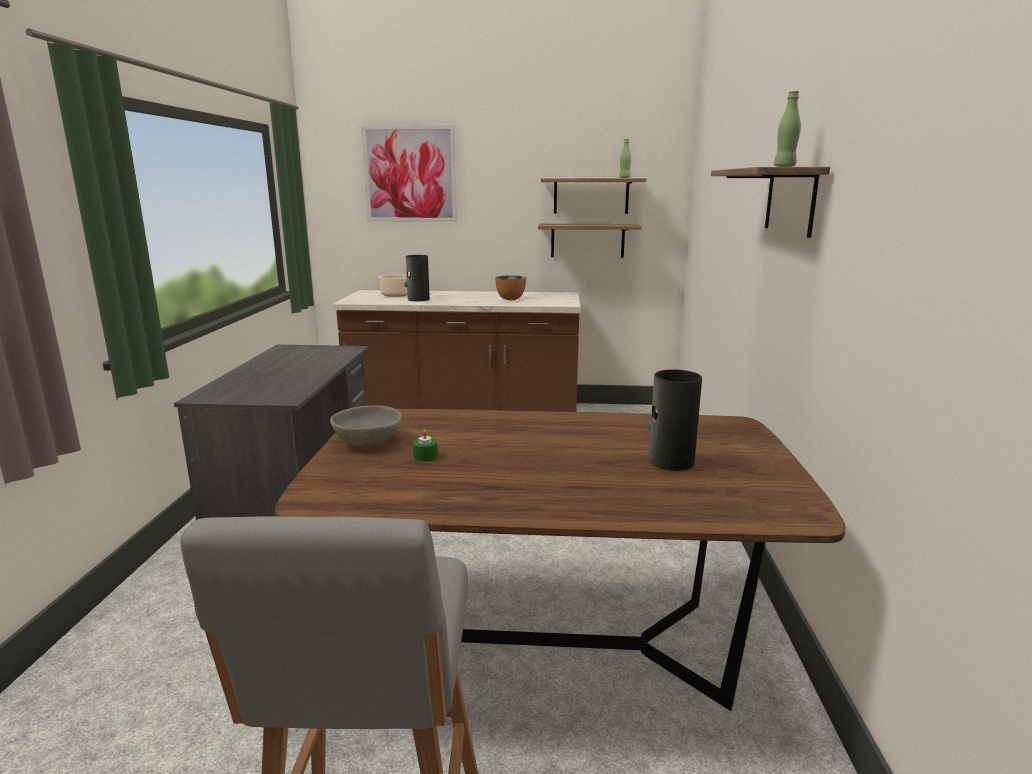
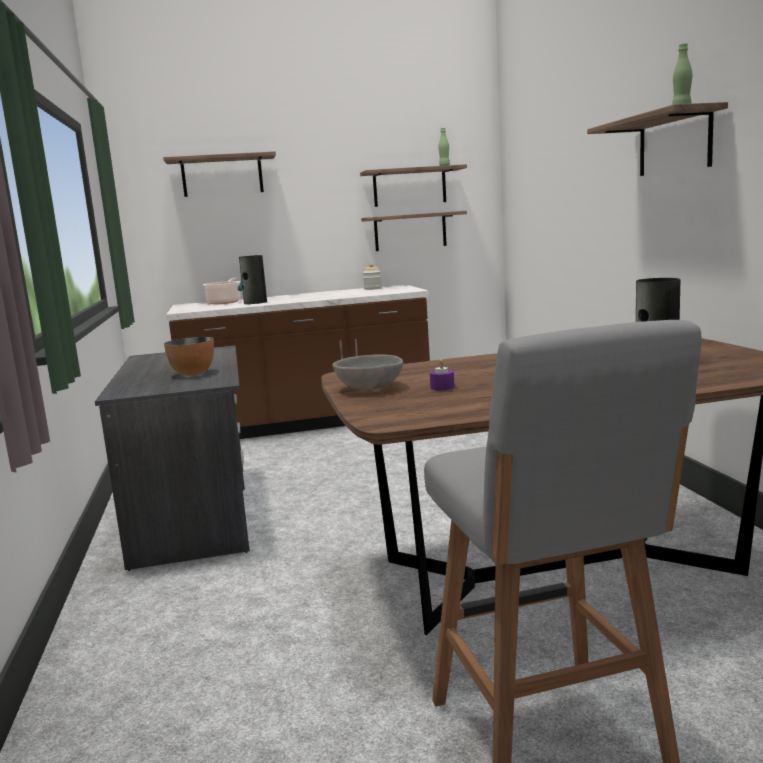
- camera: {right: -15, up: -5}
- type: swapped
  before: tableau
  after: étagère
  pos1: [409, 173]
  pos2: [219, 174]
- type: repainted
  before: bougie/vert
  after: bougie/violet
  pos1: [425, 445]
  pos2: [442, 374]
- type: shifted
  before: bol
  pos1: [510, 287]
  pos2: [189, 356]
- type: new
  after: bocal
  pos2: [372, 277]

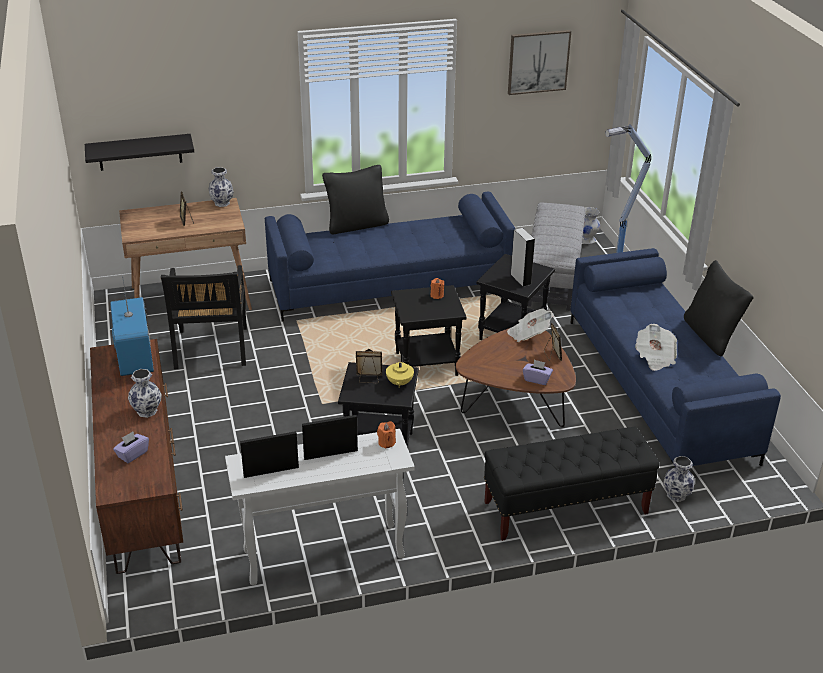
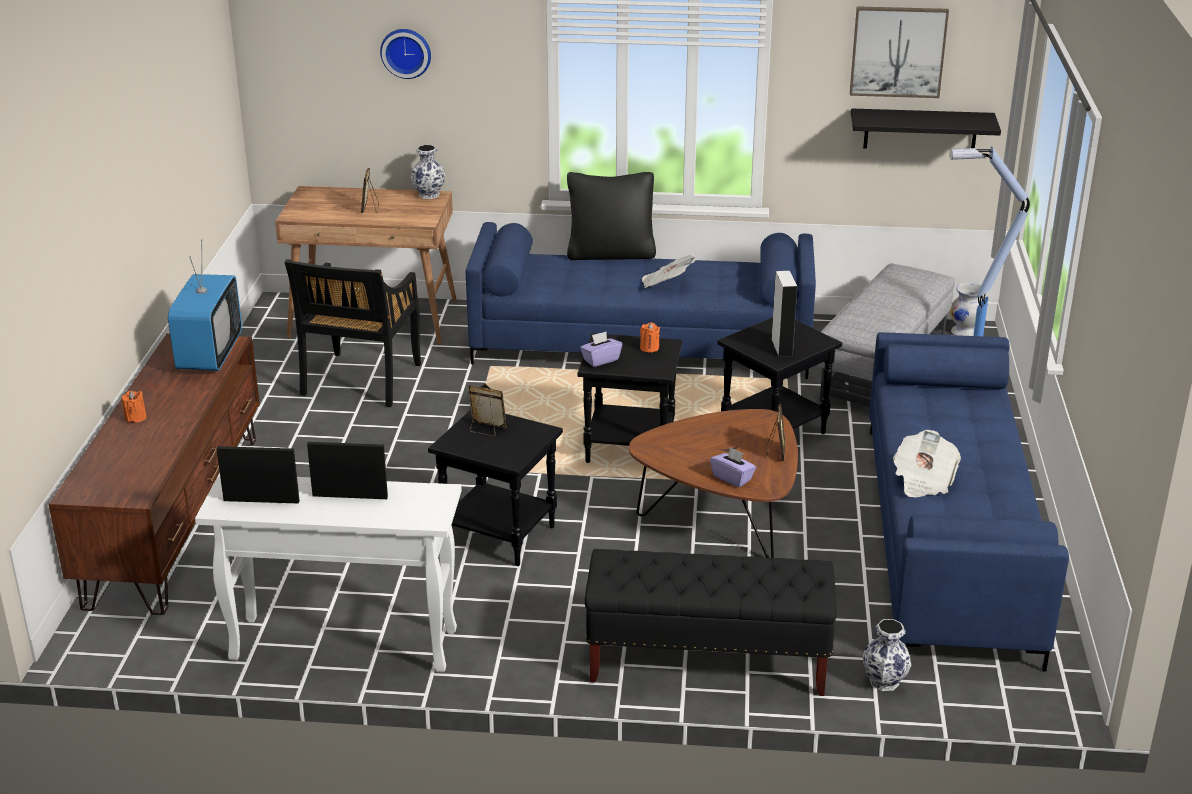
- camera: {right: 20, up: -5}
- type: shifted
  before: étagère/noir
  pos1: [139, 152]
  pos2: [926, 129]
- type: shifted
  before: boîte à mouchoirs/violet
  pos1: [131, 447]
  pos2: [601, 349]
- type: gone
  before: vase
  pos1: [145, 393]
- type: shifted
  before: bougie/orange
  pos1: [386, 435]
  pos2: [134, 406]
- type: gone
  before: théière/jaune
  pos1: [400, 370]
- type: shifted
  before: journal
  pos1: [530, 325]
  pos2: [669, 271]
- type: gone
  before: coussin/noir
  pos1: [719, 308]
- type: new
  after: horloge murale
  pos2: [405, 54]

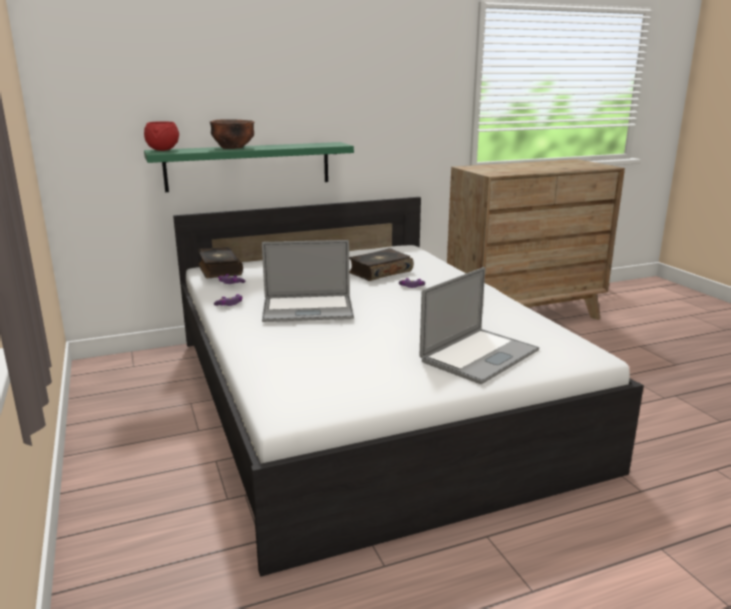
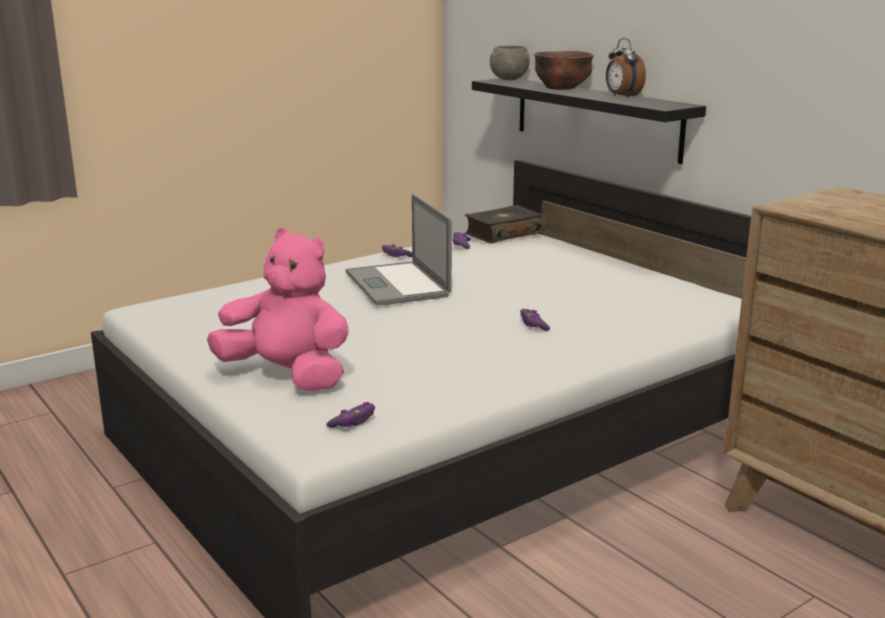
- camera: {right: 75, up: 0}
- type: repainted
  before: bol/rouge
  after: bol/gris
  pos1: [161, 136]
  pos2: [510, 63]
- type: repainted
  before: étagère/vert
  after: étagère/noir
  pos1: [249, 167]
  pos2: [589, 121]
- type: gone
  before: livre
  pos1: [381, 264]
- type: swapped
  before: ordinateur portable
  after: peluche/rose
  pos1: [479, 325]
  pos2: [277, 309]
- type: new
  after: manette/violet
  pos2: [350, 415]
- type: new
  after: réveil
  pos2: [626, 68]

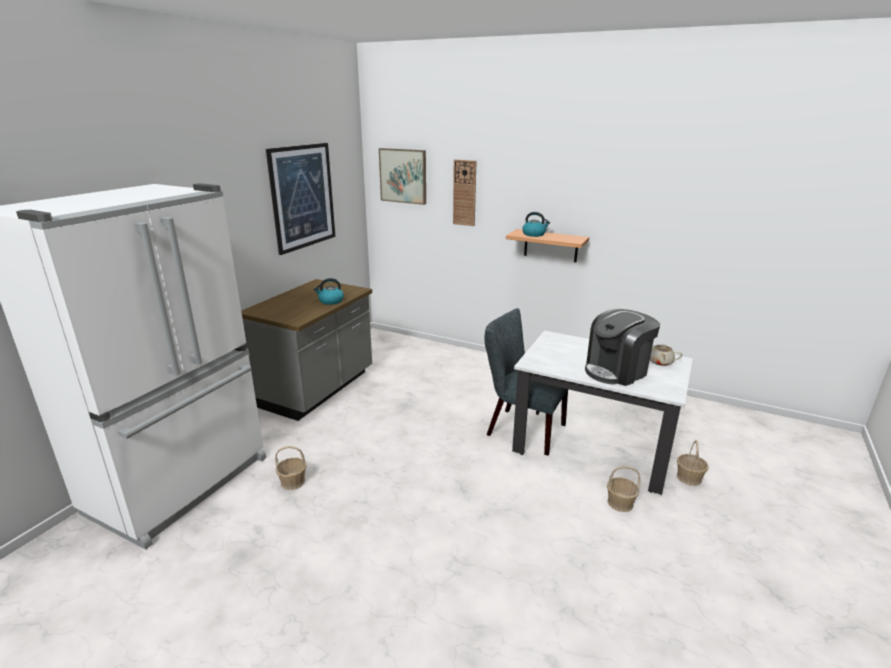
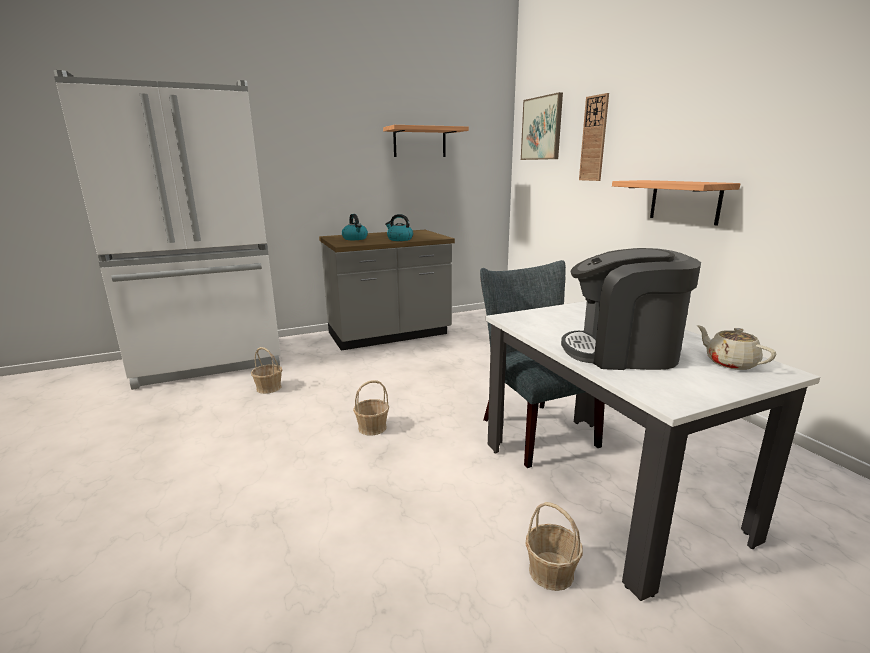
- camera: {right: 40, up: -5}
- type: swapped
  before: tableau
  after: étagère
  pos1: [300, 199]
  pos2: [426, 141]
- type: shifted
  before: bouilloire
  pos1: [536, 224]
  pos2: [355, 227]
- type: shifted
  before: panier
  pos1: [693, 463]
  pos2: [371, 408]

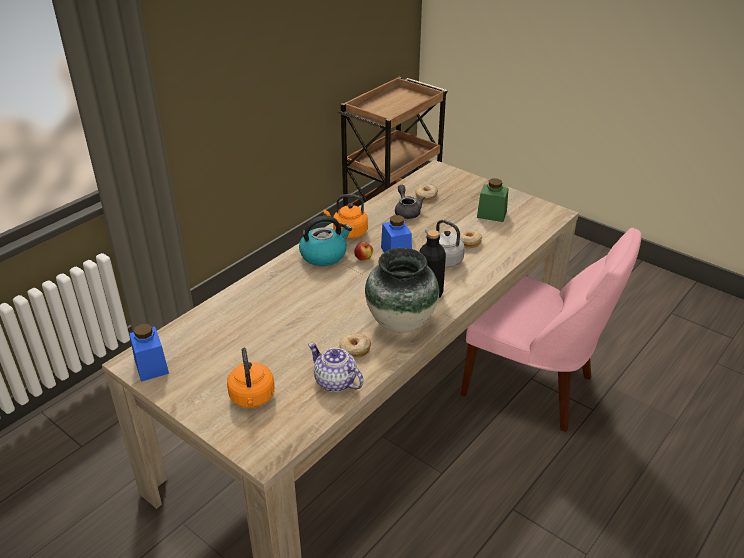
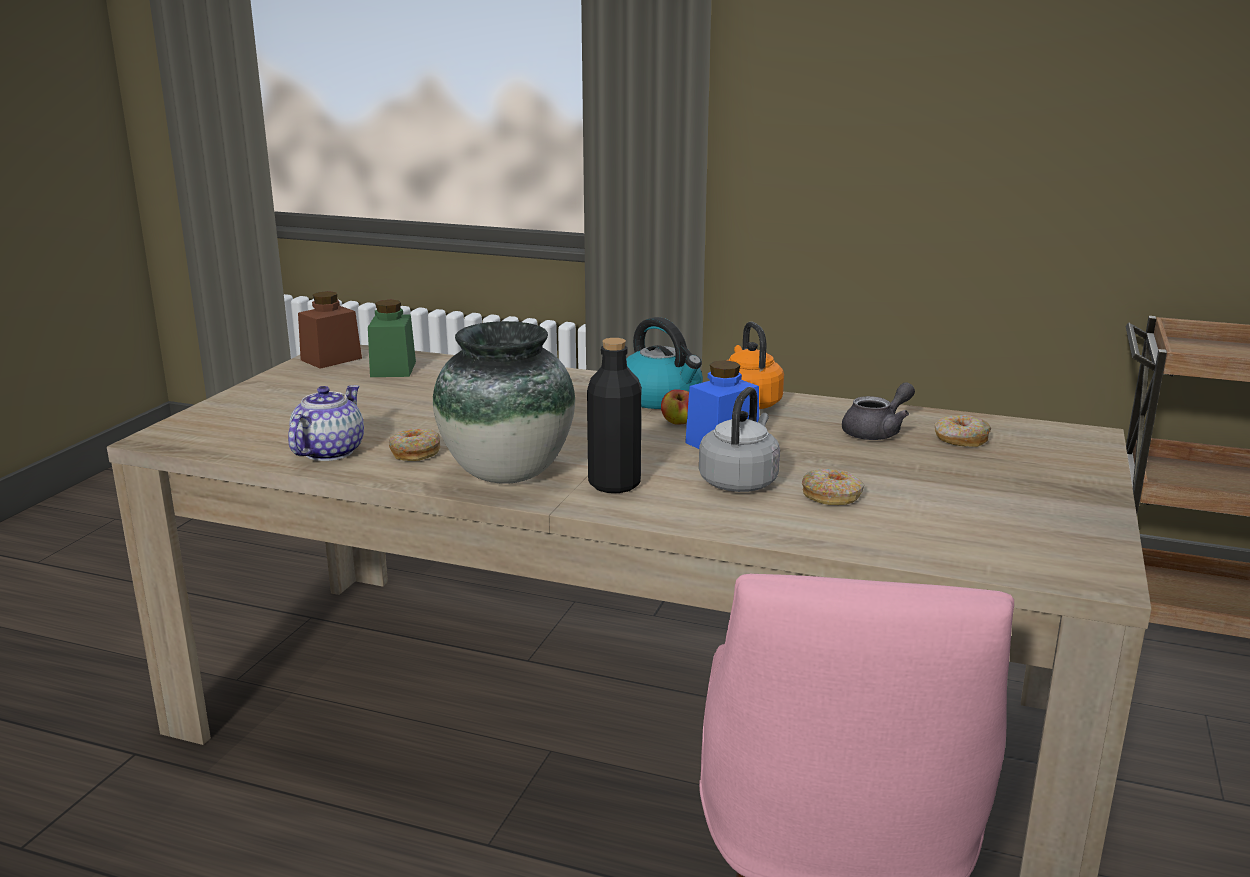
- camera: {right: 70, up: -15}
- type: repainted
  before: bocal/bleu
  after: bocal/marron
  pos1: [149, 353]
  pos2: [330, 330]
- type: gone
  before: bouilloire/orange
  pos1: [250, 378]
- type: shifted
  before: bocal/vert
  pos1: [493, 200]
  pos2: [392, 338]

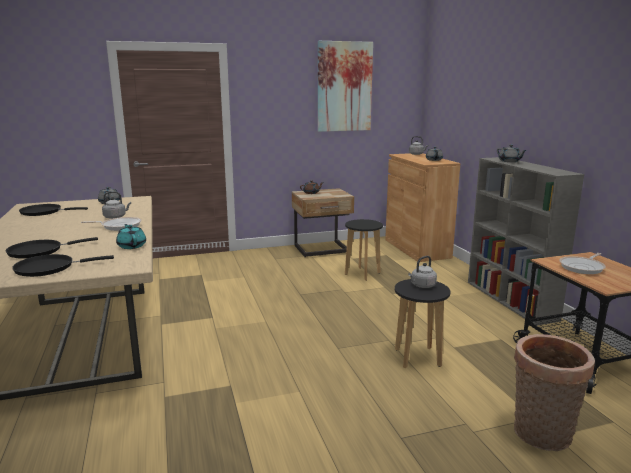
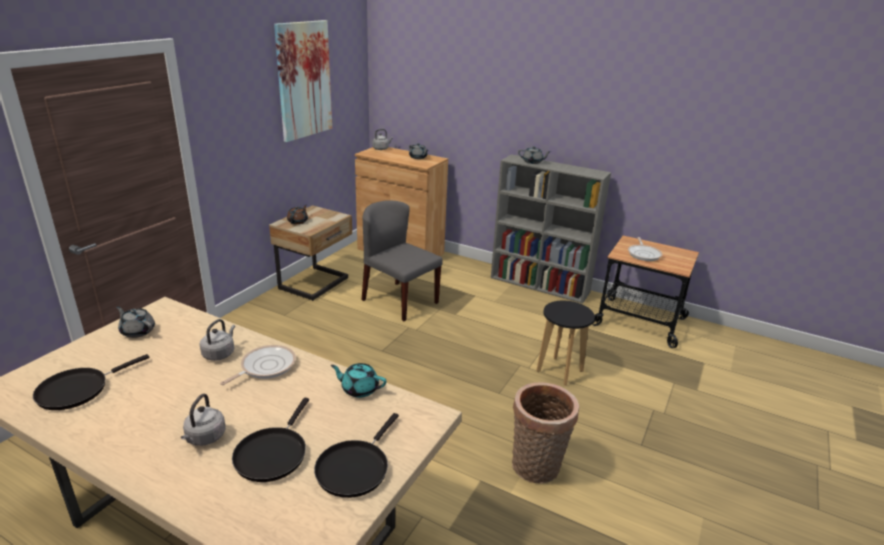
- camera: {right: -45, up: 10}
- type: swapped
  before: tabouret/noir
  after: chaise/gris
  pos1: [364, 250]
  pos2: [402, 261]
- type: shifted
  before: bouilloire/gris
  pos1: [422, 272]
  pos2: [203, 420]
- type: shifted
  before: panier
  pos1: [554, 392]
  pos2: [545, 433]

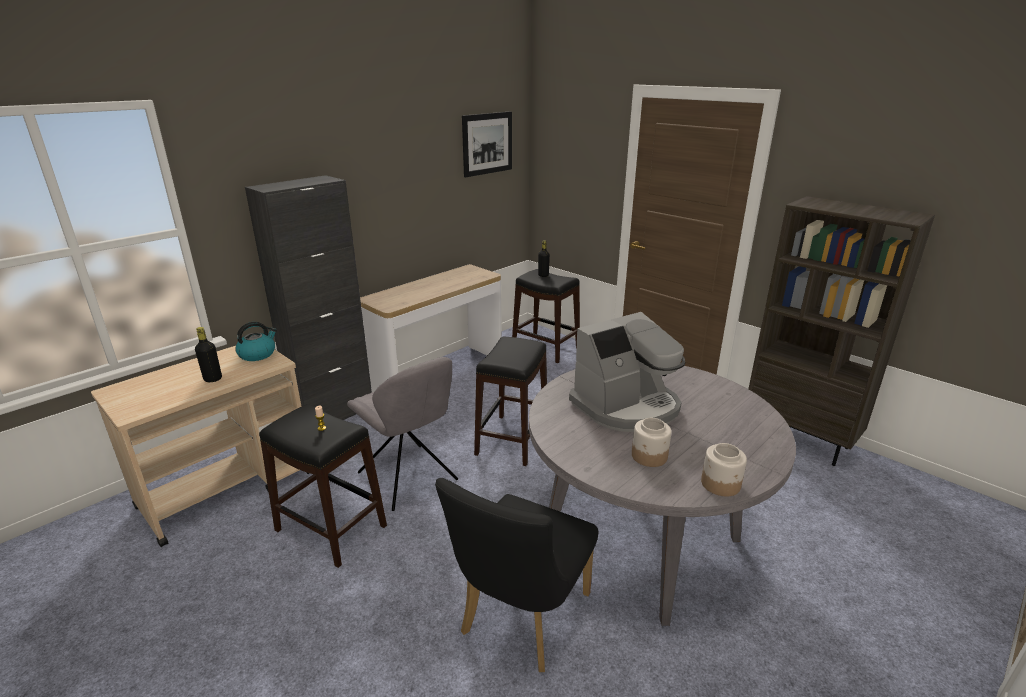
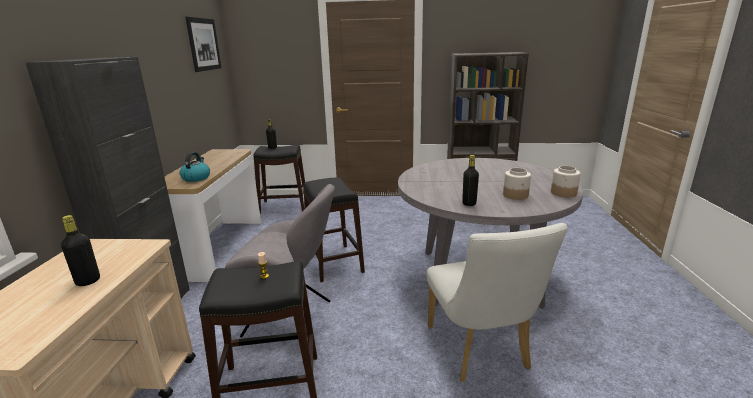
- camera: {right: -40, up: -5}
- type: shifted
  before: bouilloire
  pos1: [256, 341]
  pos2: [195, 167]
- type: repainted
  before: chaise/noir
  after: chaise/blanc
  pos1: [516, 575]
  pos2: [497, 302]
- type: gone
  before: machine à café
  pos1: [627, 372]
- type: new
  after: bouteille/noir
  pos2: [470, 180]

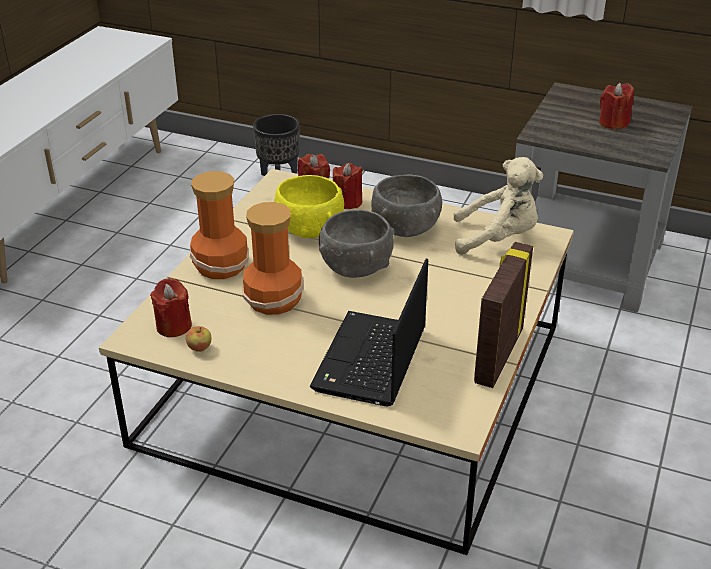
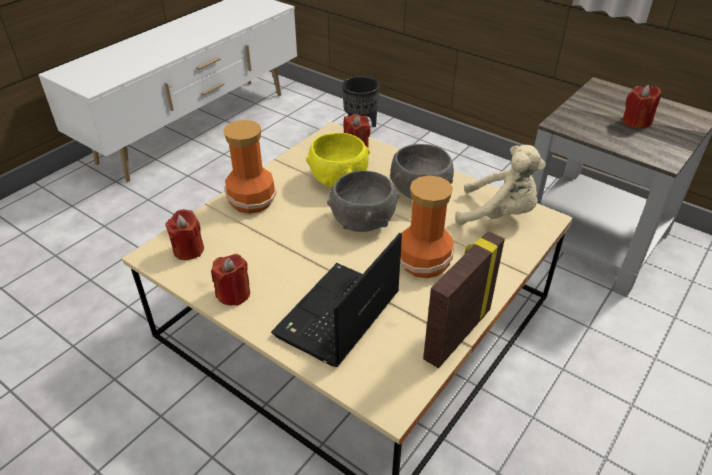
- camera: {right: 15, up: 5}
- type: gone
  before: pomme
  pos1: [198, 339]
- type: shifted
  before: vase
  pos1: [273, 258]
  pos2: [427, 226]
- type: shifted
  before: bougie/rouge
  pos1: [348, 186]
  pos2: [230, 280]

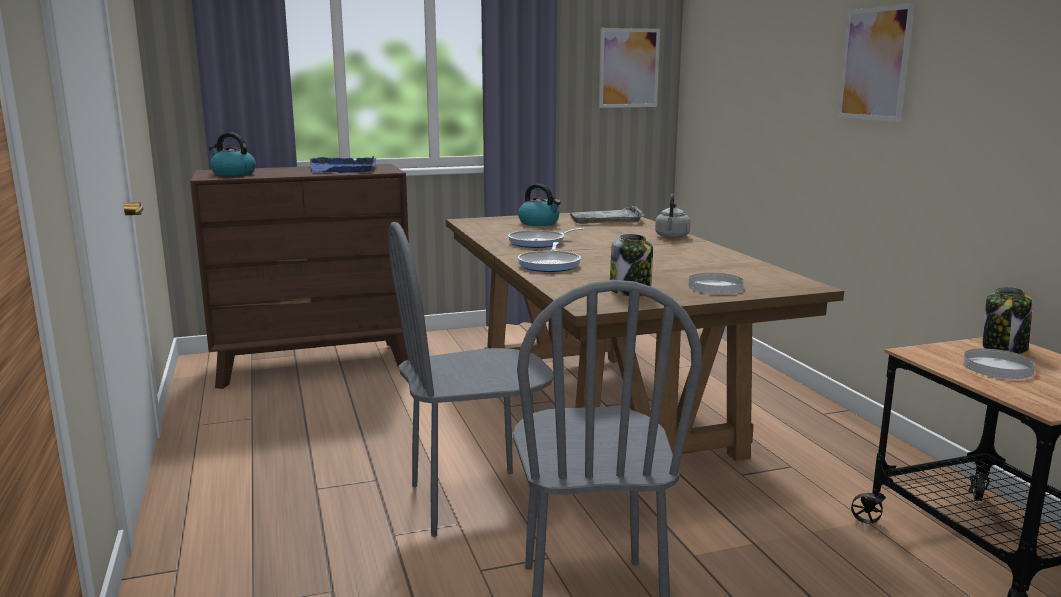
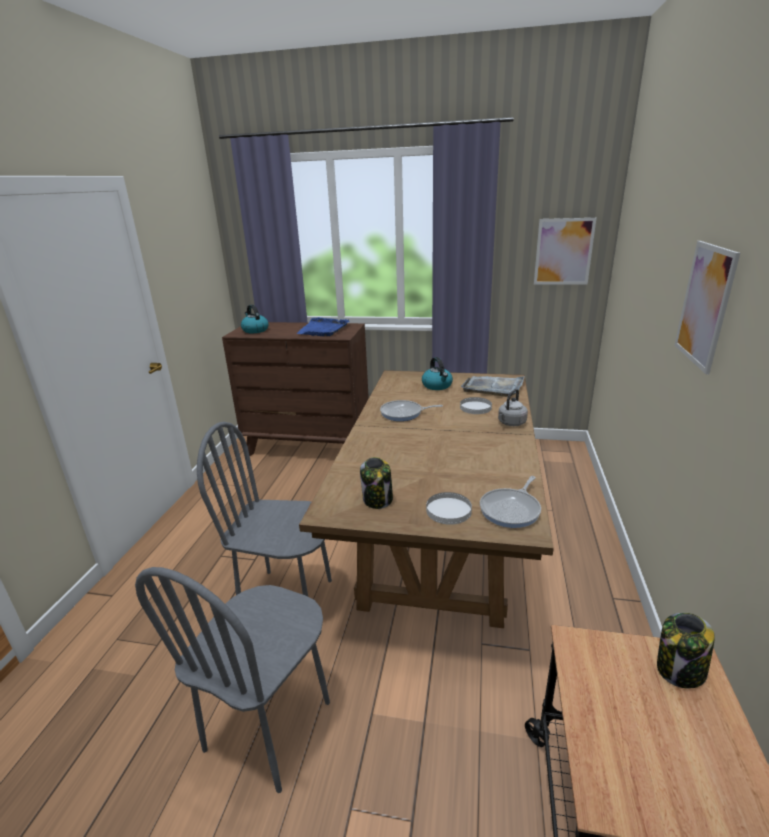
- camera: {right: 30, up: 10}
- type: shifted
  before: poêle
  pos1: [549, 257]
  pos2: [510, 502]
- type: shifted
  before: assiette/blanc
  pos1: [999, 364]
  pos2: [476, 405]

